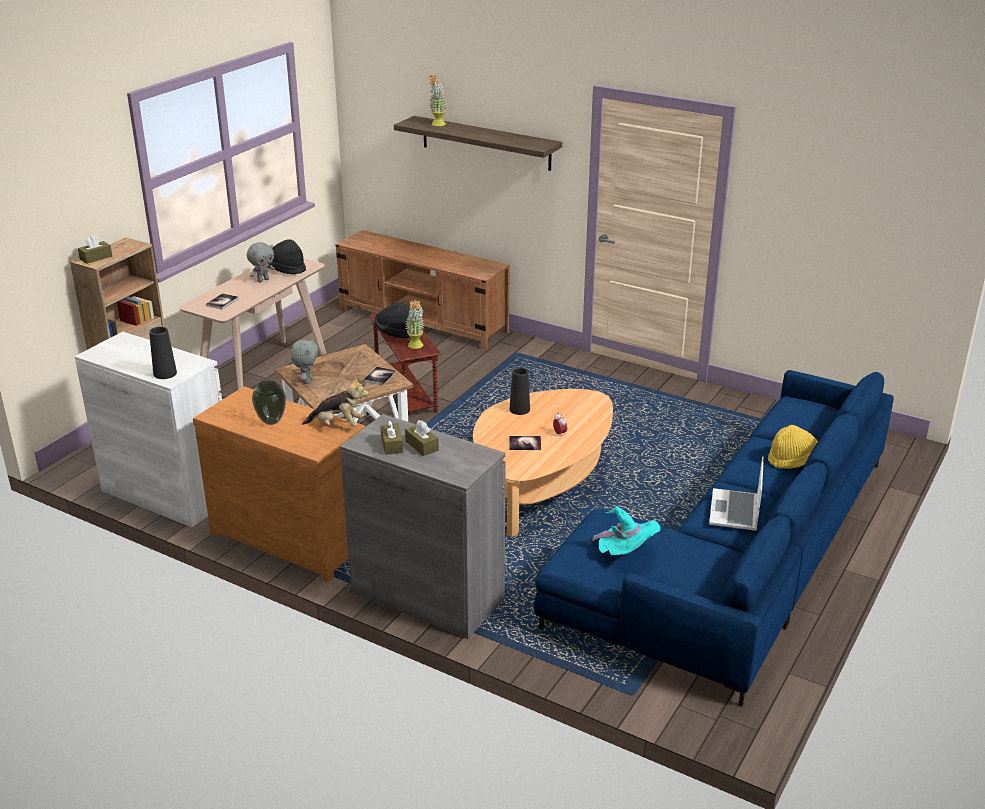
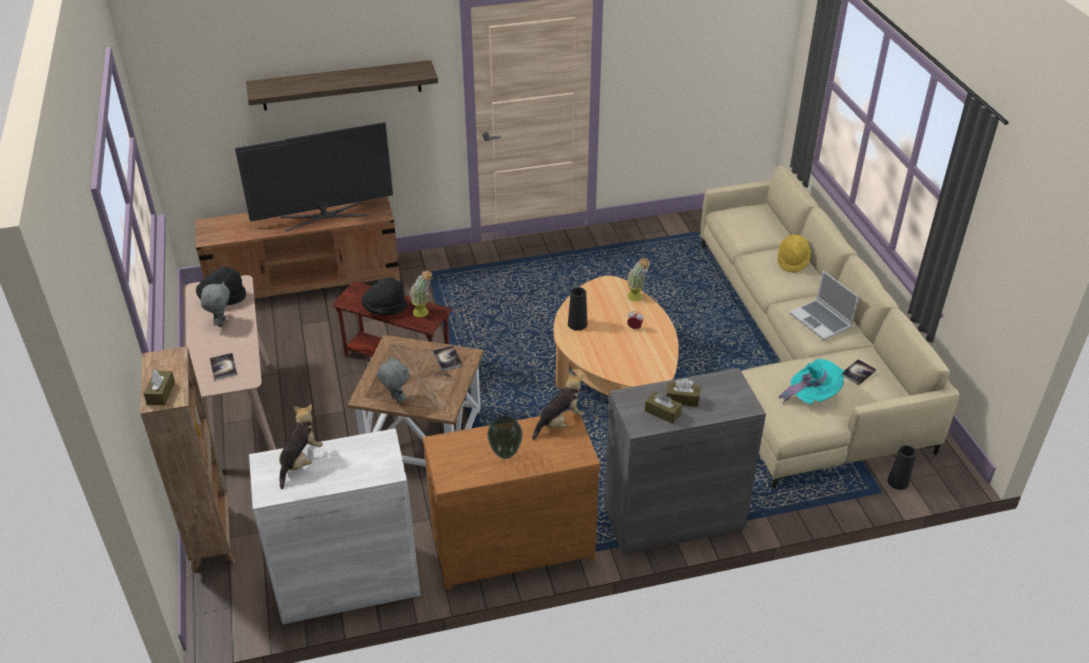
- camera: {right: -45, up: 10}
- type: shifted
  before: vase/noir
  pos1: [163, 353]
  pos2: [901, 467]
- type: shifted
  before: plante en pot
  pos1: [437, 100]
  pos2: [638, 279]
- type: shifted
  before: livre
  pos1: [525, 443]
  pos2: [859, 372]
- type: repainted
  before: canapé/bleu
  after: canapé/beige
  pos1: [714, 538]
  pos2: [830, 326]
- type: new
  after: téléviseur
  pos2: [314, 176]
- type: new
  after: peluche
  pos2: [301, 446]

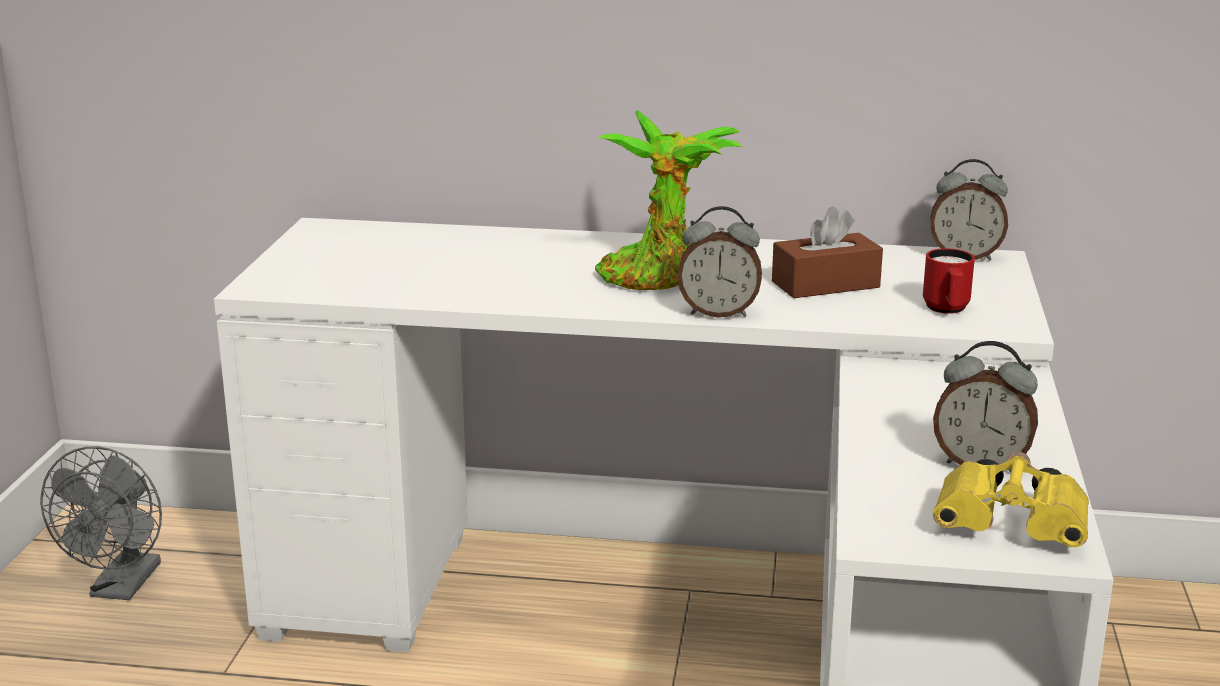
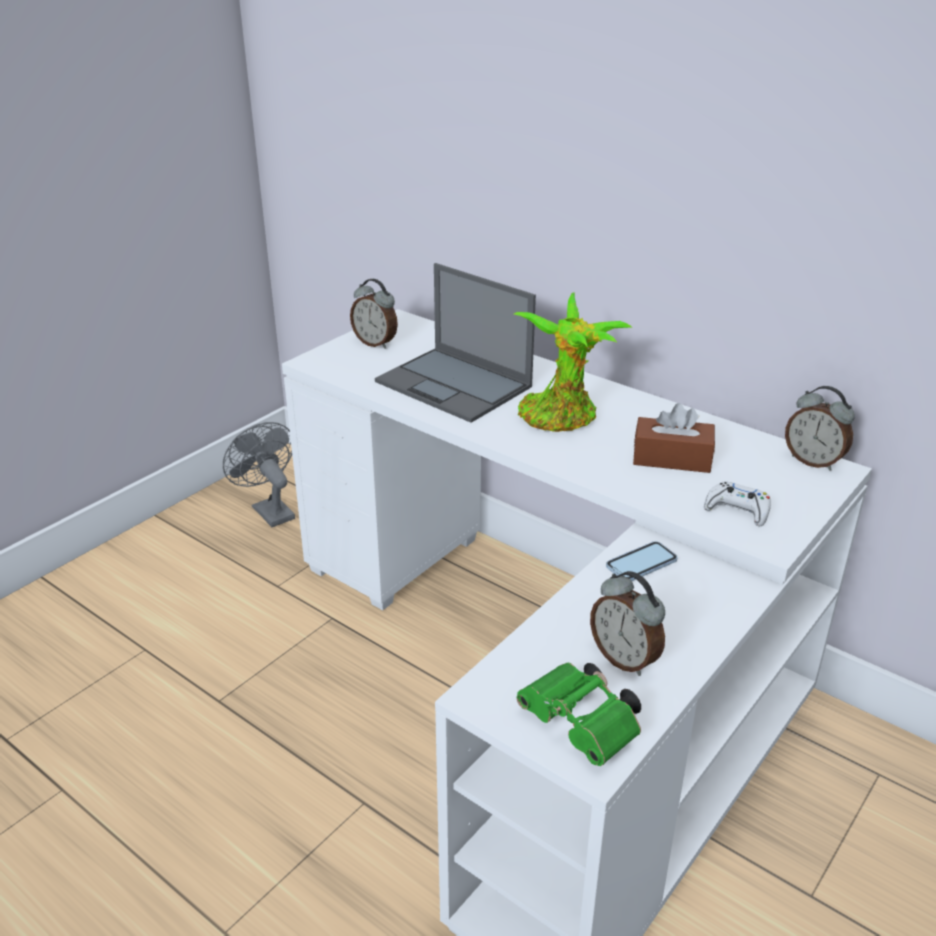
- camera: {right: 30, up: 10}
- type: rotated
  before: ventilateur/gris
  pos1: [101, 523]
  pos2: [259, 474]
  turn: 105
- type: shifted
  before: réveil
  pos1: [720, 262]
  pos2: [374, 314]
- type: swapped
  before: mug/rouge
  after: manette/blanc
  pos1: [949, 281]
  pos2: [737, 504]
- type: repainted
  before: jumelles/jaune
  after: jumelles/vert
  pos1: [1011, 499]
  pos2: [579, 714]
- type: new
  after: ordinateur portable
  pos2: [455, 343]
- type: new
  after: téléphone
  pos2: [642, 561]

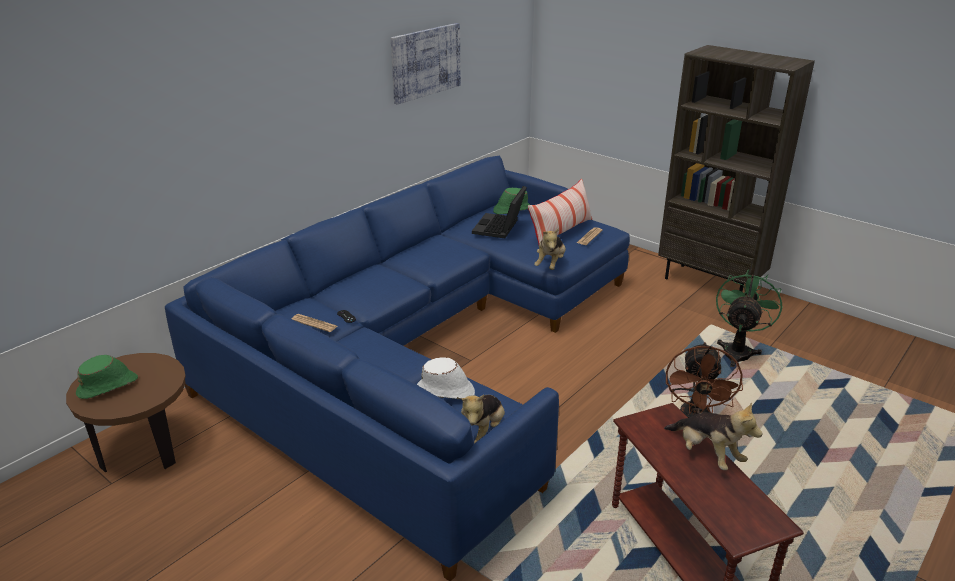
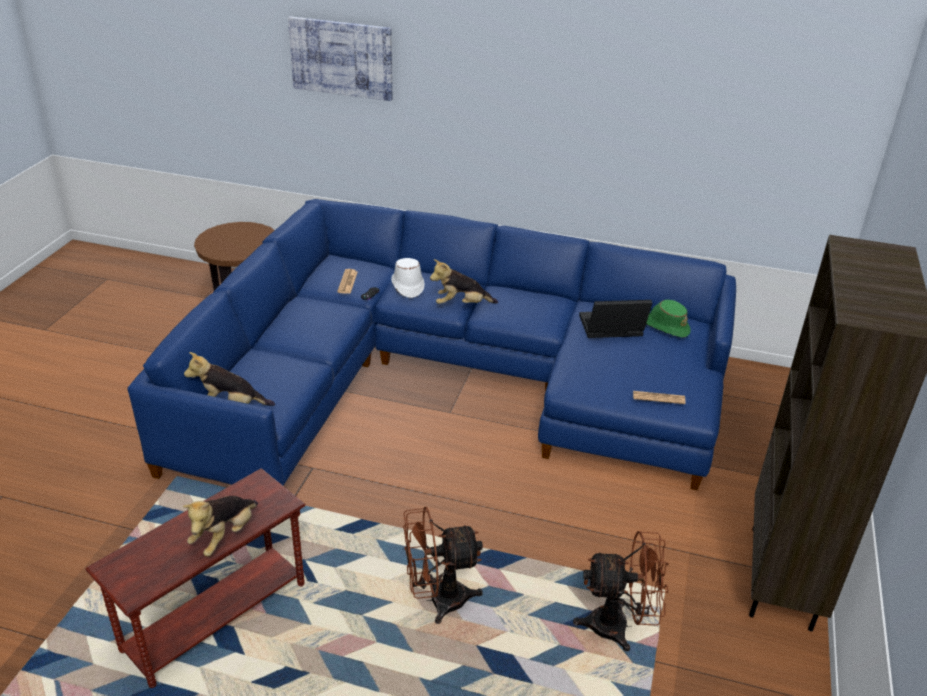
- camera: {right: 65, up: 5}
- type: gone
  before: chapeau/vert
  pos1: [107, 377]
- type: shifted
  before: tableau
  pos1: [426, 64]
  pos2: [340, 58]
- type: shifted
  before: chapeau/blanc
  pos1: [446, 378]
  pos2: [407, 278]
- type: gone
  before: coussin
  pos1: [560, 211]
- type: shifted
  before: peluche
  pos1: [550, 249]
  pos2: [464, 281]
- type: repainted
  before: ventilateur/vert
  after: ventilateur/marron
  pos1: [749, 318]
  pos2: [621, 591]

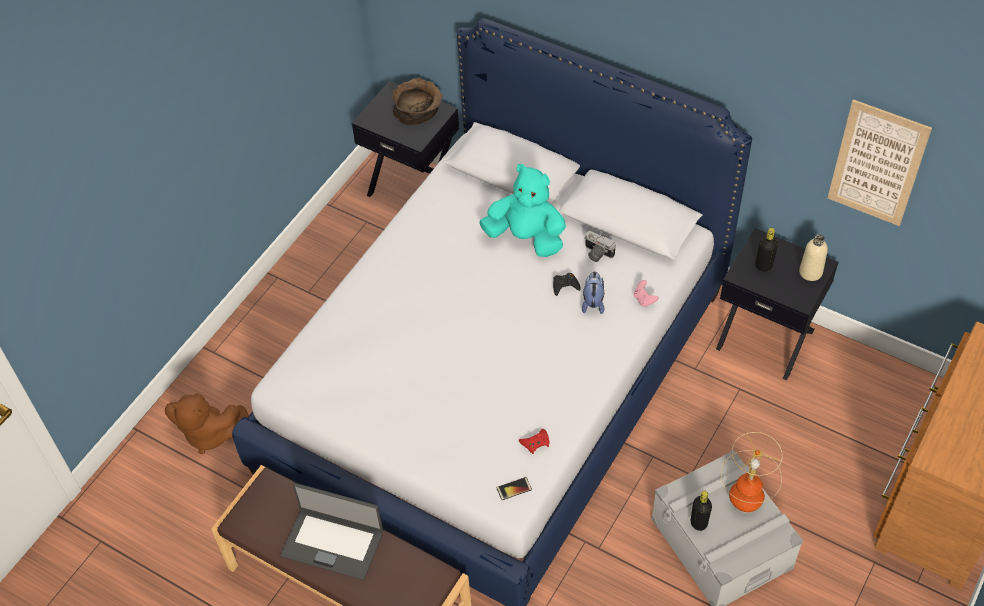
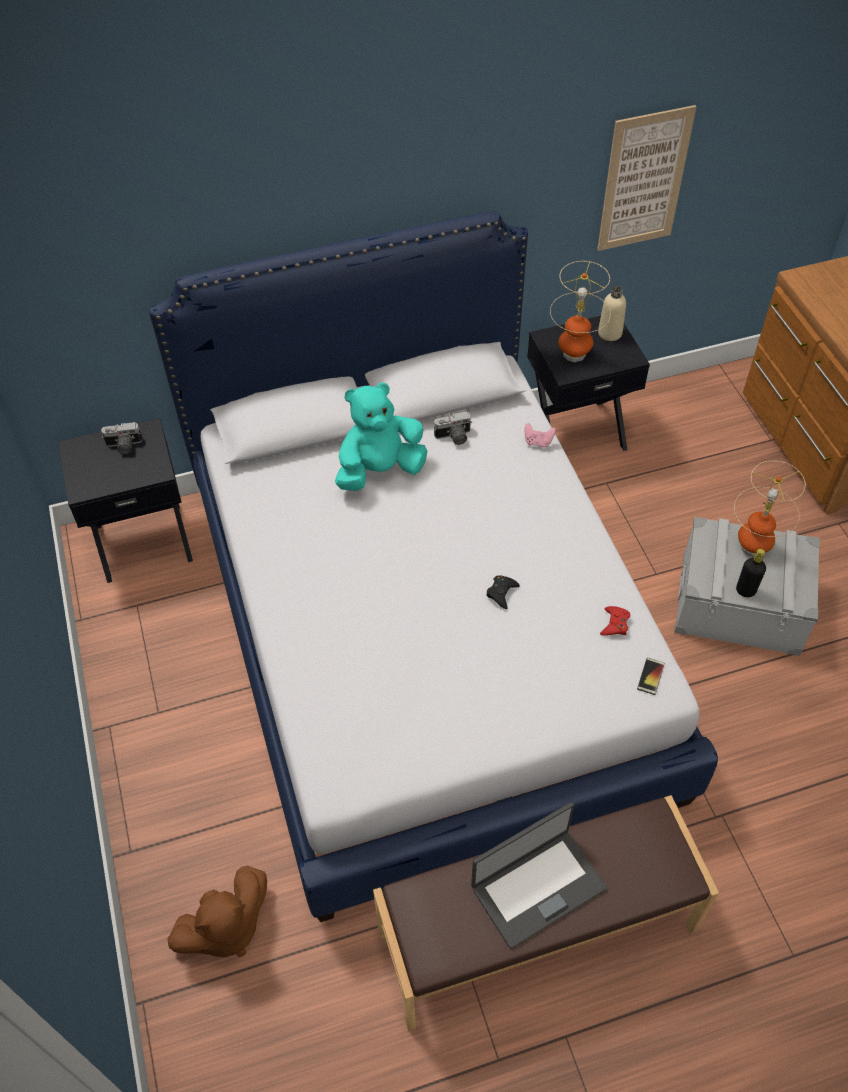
- camera: {right: -50, up: 0}
- type: swapped
  before: bol/marron
  after: appareil photo
  pos1: [417, 101]
  pos2: [121, 438]
- type: shifted
  before: manette/noir
  pos1: [567, 284]
  pos2: [503, 592]
- type: gone
  before: peluche
  pos1: [593, 292]
- type: swapped
  before: bouteille/noir
  after: lampe de table
  pos1: [766, 250]
  pos2: [580, 311]

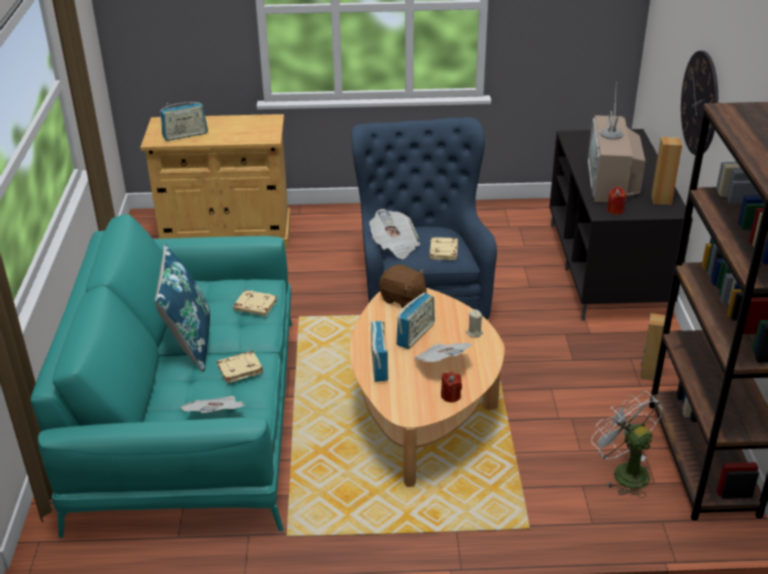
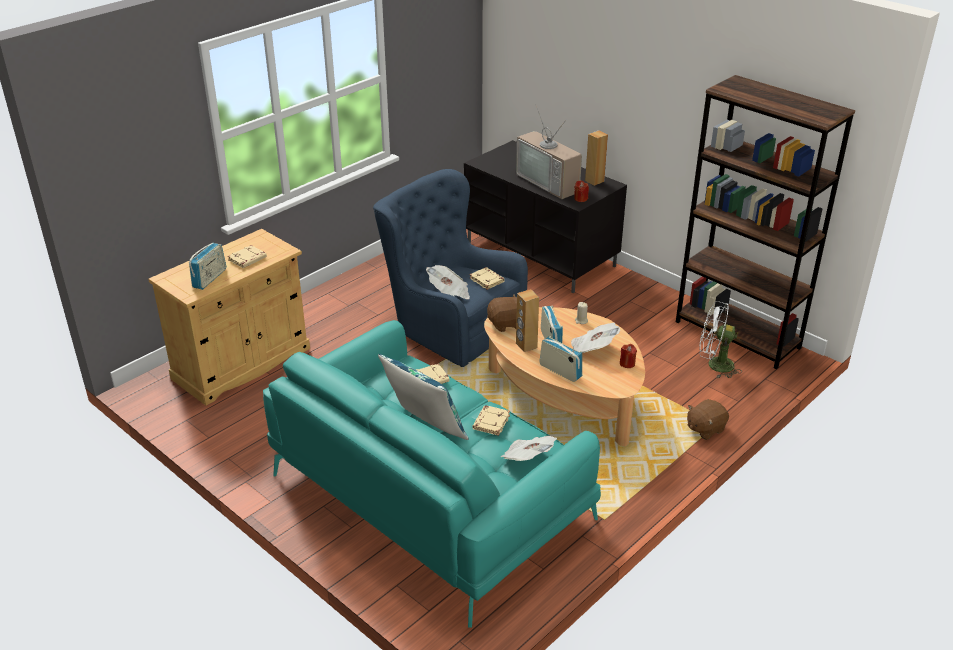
- camera: {right: -45, up: 0}
- type: shifted
  before: enceinte/marron
  pos1: [653, 347]
  pos2: [527, 320]
- type: gone
  before: horloge murale
  pos1: [699, 103]
- type: new
  after: livre/beige
  pos2: [247, 256]
- type: new
  after: peluche/marron
  pos2: [708, 419]

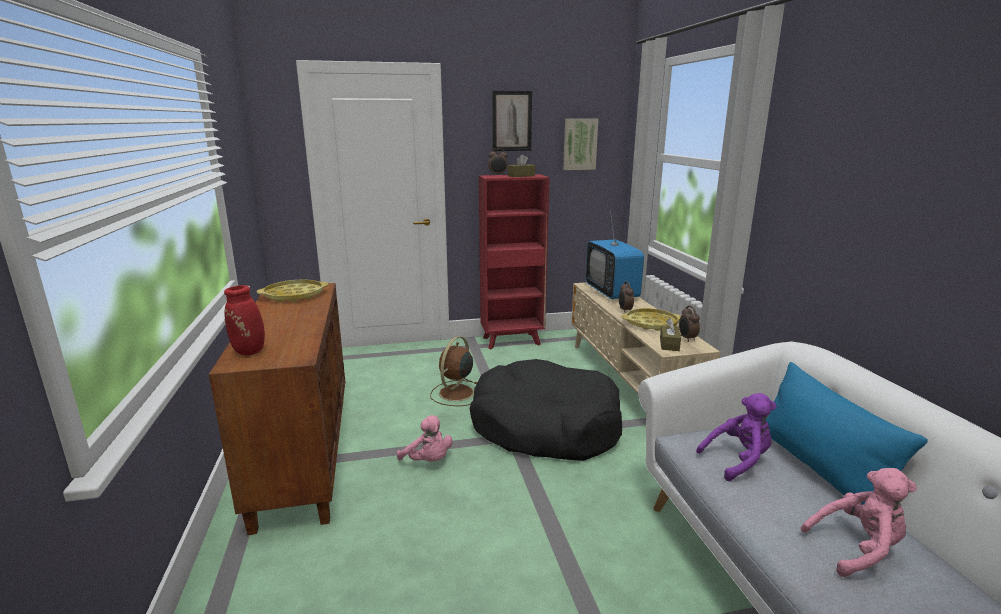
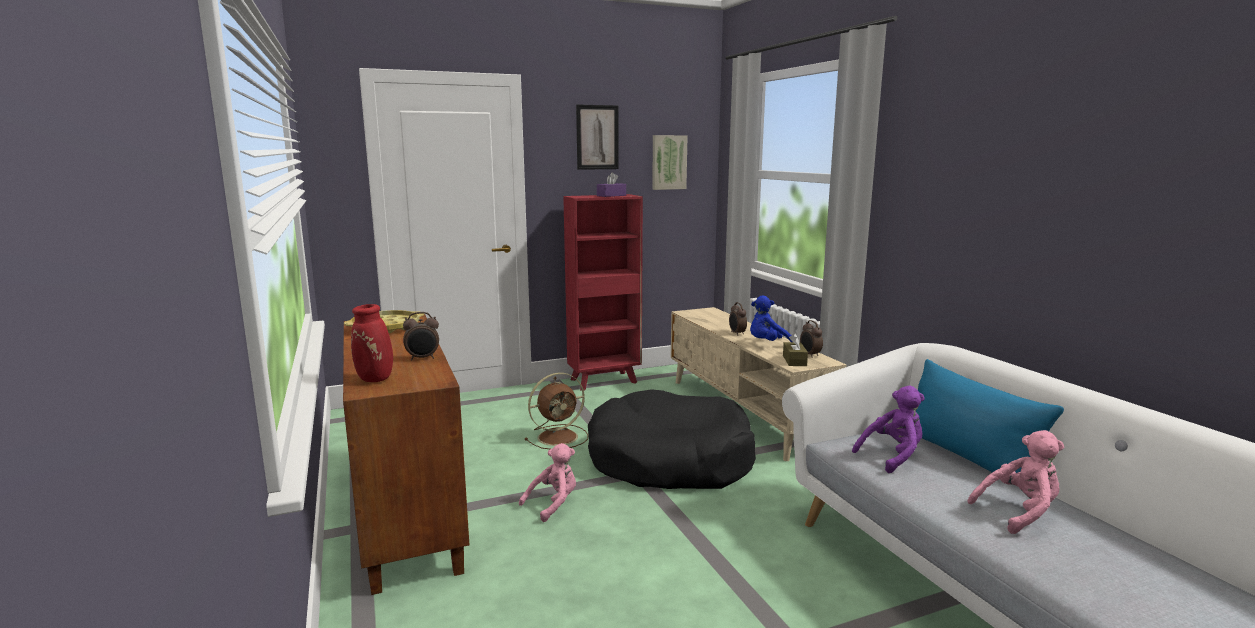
- camera: {right: -10, up: -5}
- type: rotated
  before: peluche/rose
  pos1: [424, 438]
  pos2: [547, 482]
  turn: -75
- type: rotated
  before: ventilateur/marron
  pos1: [453, 371]
  pos2: [556, 411]
  turn: -135
- type: shifted
  before: réveil
  pos1: [498, 162]
  pos2: [421, 336]
- type: repainted
  before: boîte à mouchoirs/marron
  after: boîte à mouchoirs/violet
  pos1: [521, 166]
  pos2: [611, 185]
- type: gone
  before: téléviseur
  pos1: [615, 255]
- type: swapped
  before: plateau/jaune
  after: peluche/bleu
  pos1: [651, 319]
  pos2: [771, 318]

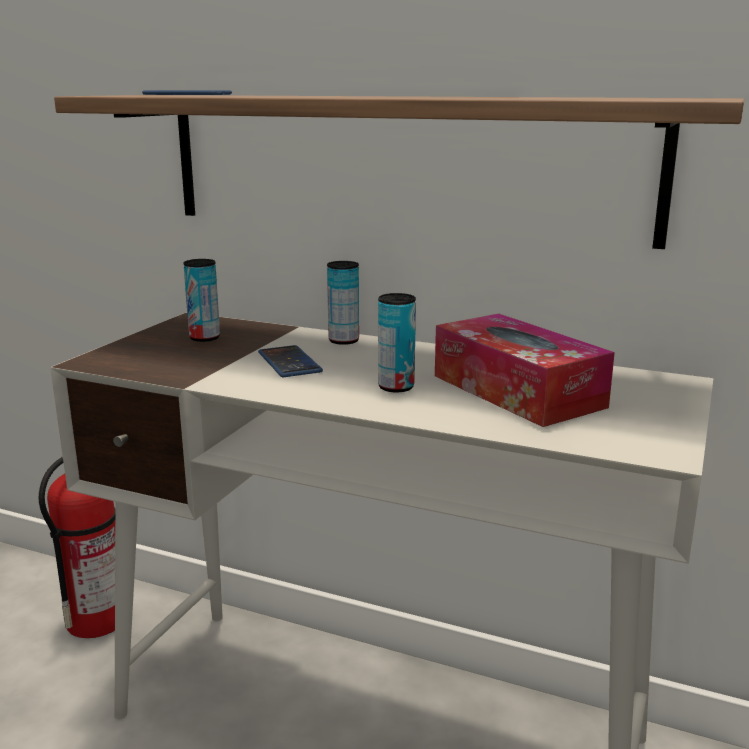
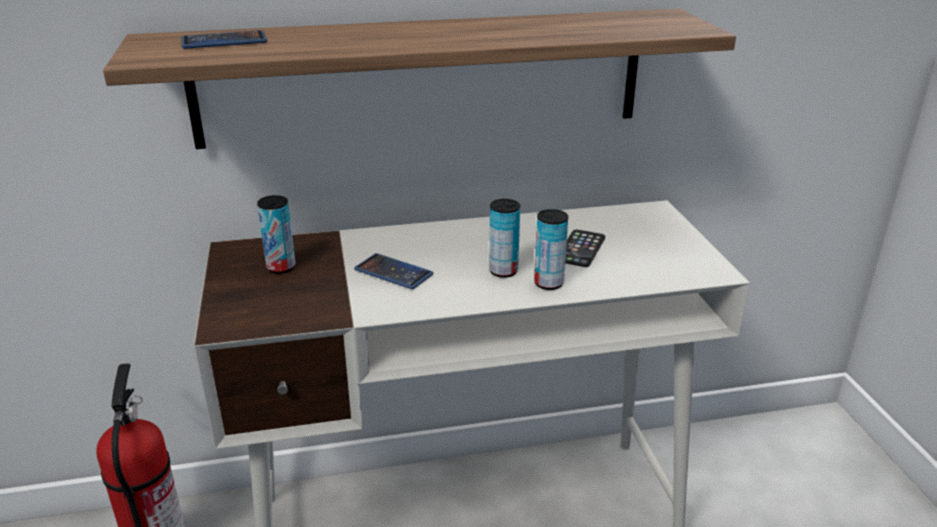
- camera: {right: -35, up: 10}
- type: shifted
  before: boîte métallique
  pos1: [343, 303]
  pos2: [551, 249]
- type: swapped
  before: boîte à mouchoirs
  after: téléphone
  pos1: [525, 370]
  pos2: [585, 248]

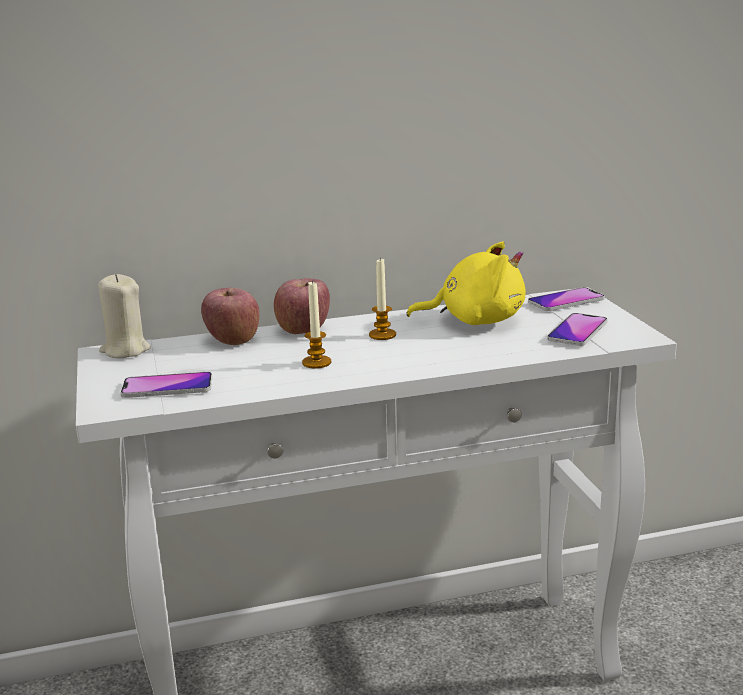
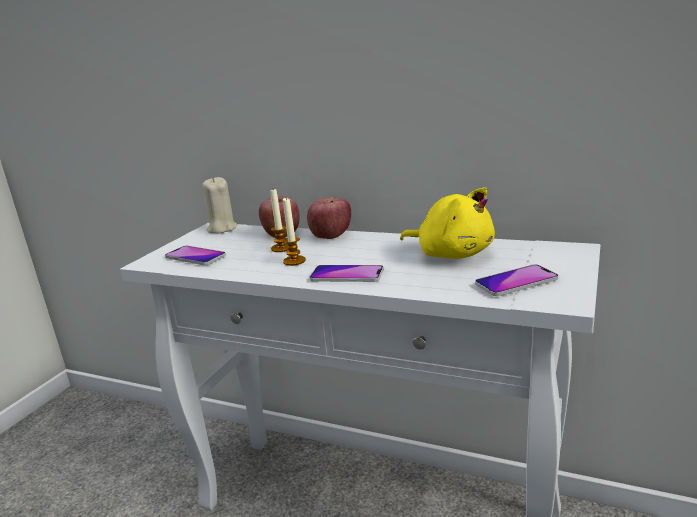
- camera: {right: 40, up: 0}
- type: shifted
  before: bougie
  pos1: [382, 299]
  pos2: [279, 220]
- type: shifted
  before: téléphone
  pos1: [566, 299]
  pos2: [347, 273]

